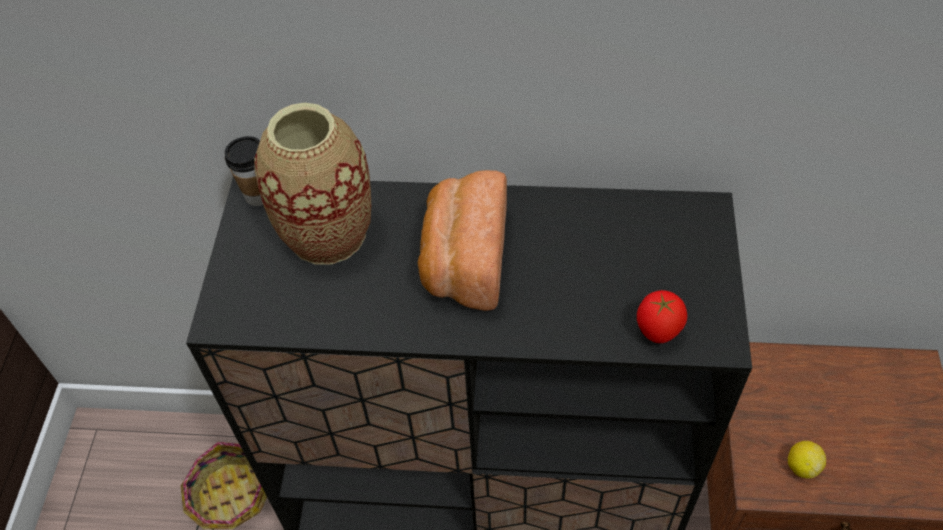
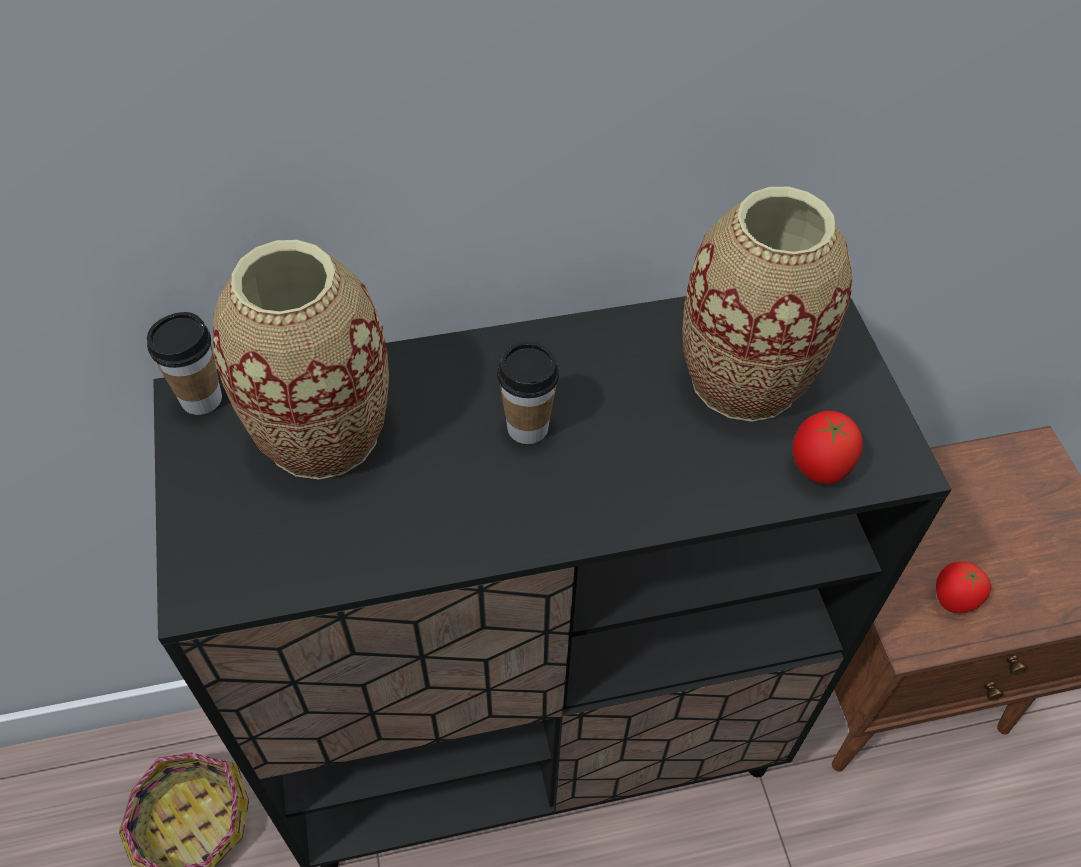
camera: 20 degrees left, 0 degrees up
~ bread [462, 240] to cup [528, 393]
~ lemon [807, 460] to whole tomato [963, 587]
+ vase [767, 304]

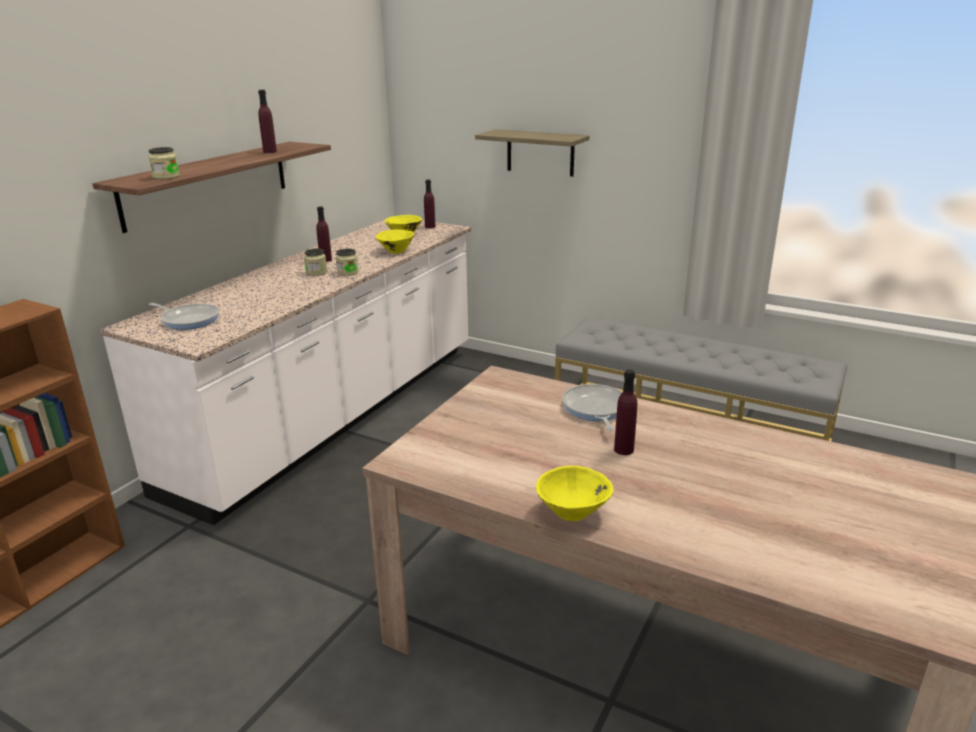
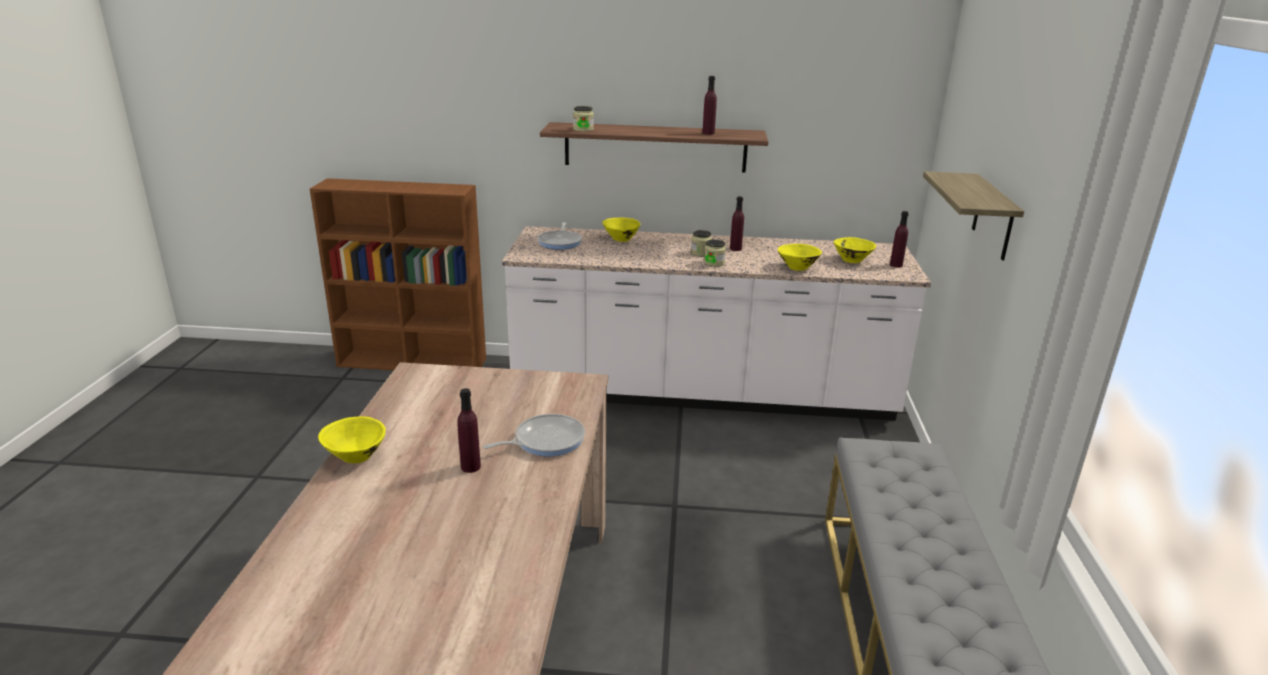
camera: 65 degrees right, 0 degrees up
+ yellowish serving bowl [621, 230]

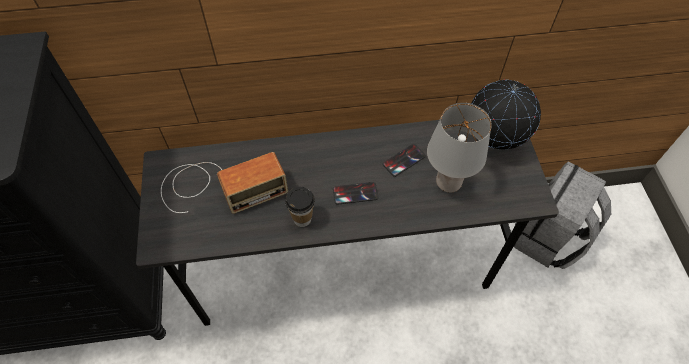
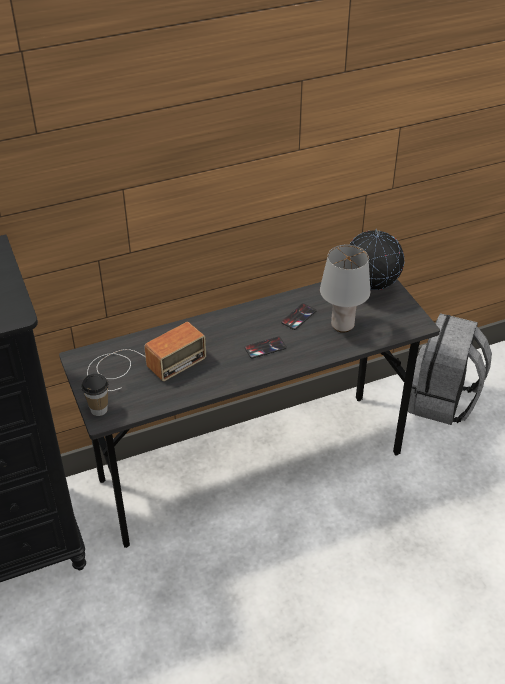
camera: 15 degrees left, 15 degrees down
~ cup [300, 207] to [95, 395]

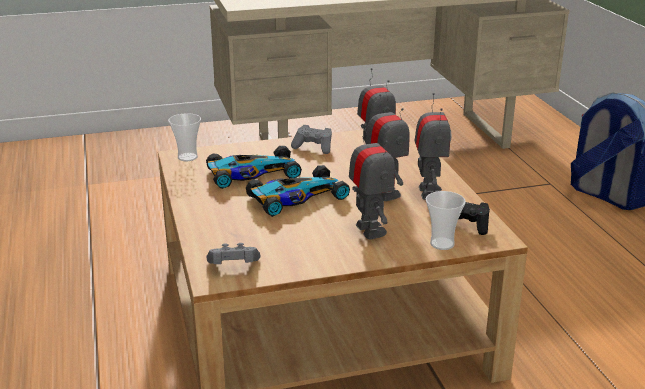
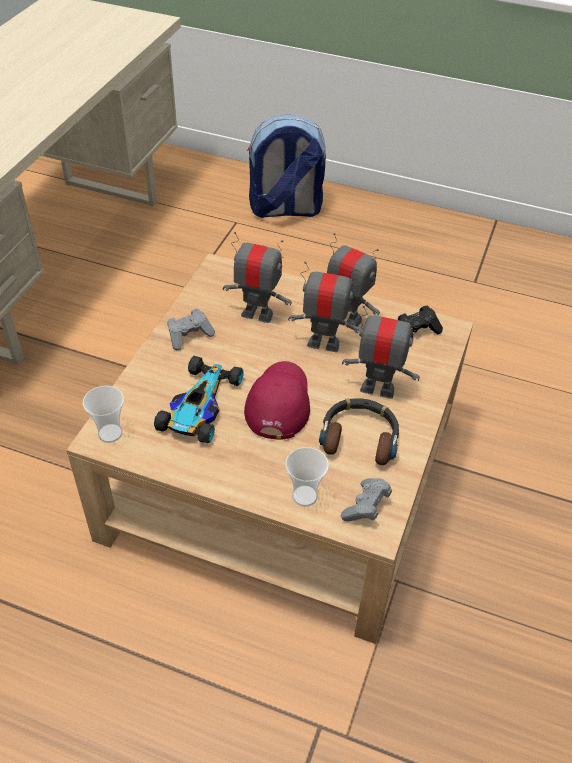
camera: 55 degrees left, 20 degrees up
~ miniature car [298, 191] to red cap [277, 400]
~ cup [446, 220] to [307, 477]
+ pair of headphones [359, 431]

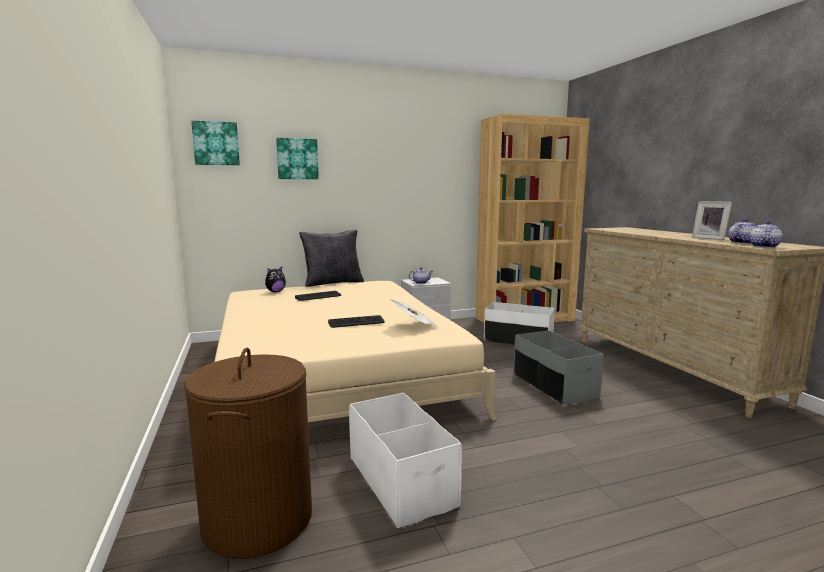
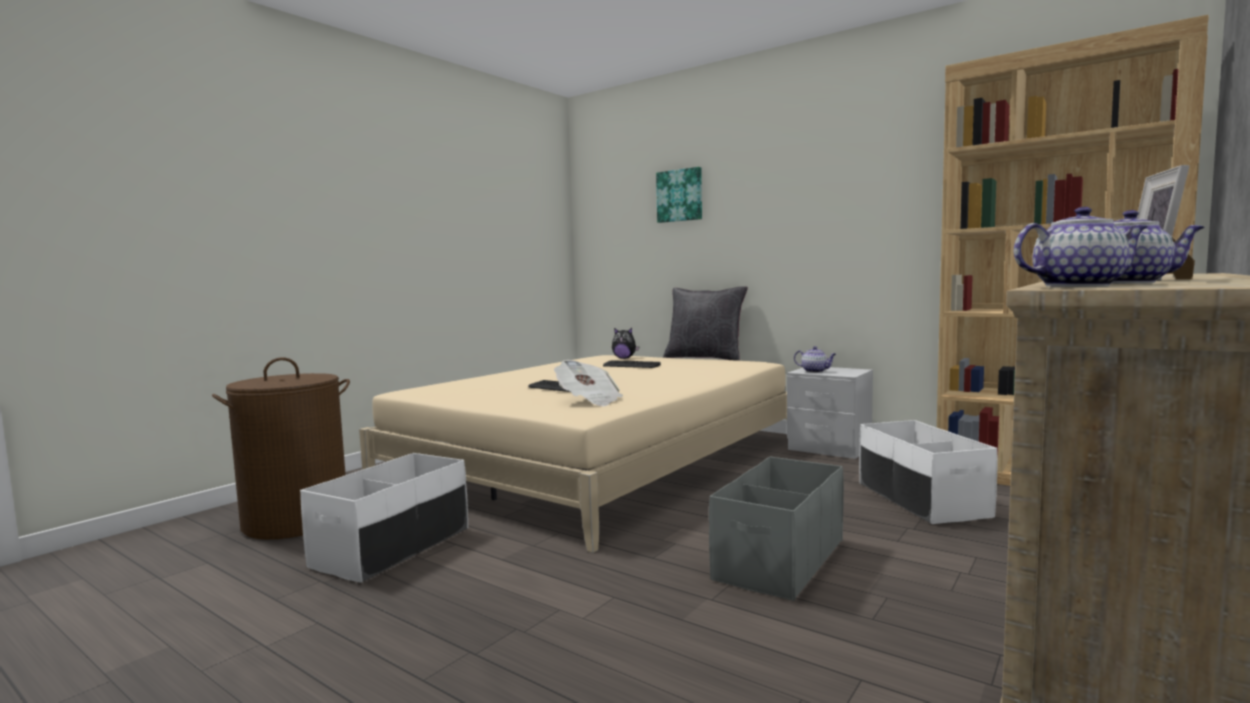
camera: 55 degrees right, 5 degrees down
- wall art [215, 143]

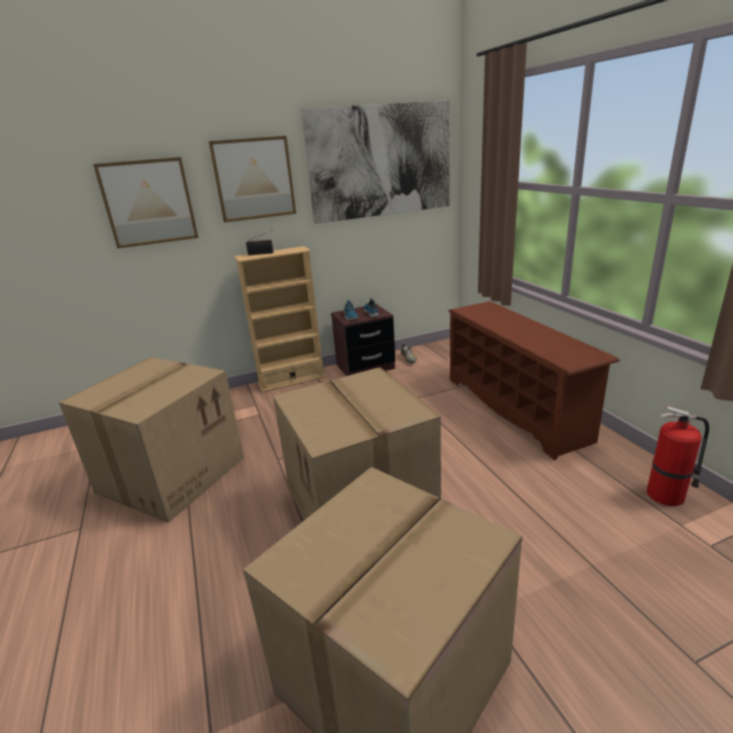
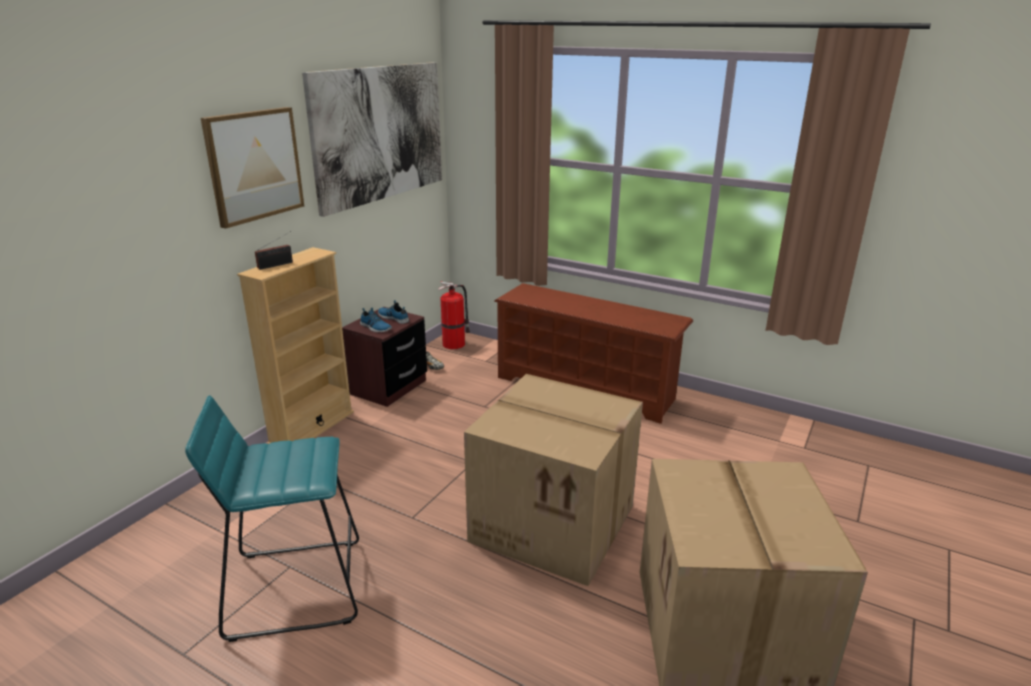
camera: 40 degrees left, 0 degrees up
- wall art [145, 203]
~ cardboard box [151, 440] to turquoise sitting stool [272, 518]
~ fire extinguisher [678, 456] to [454, 315]

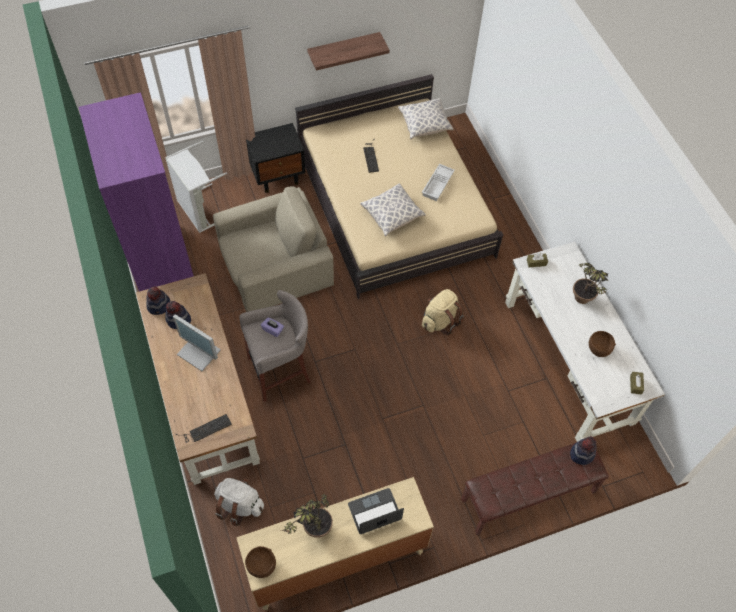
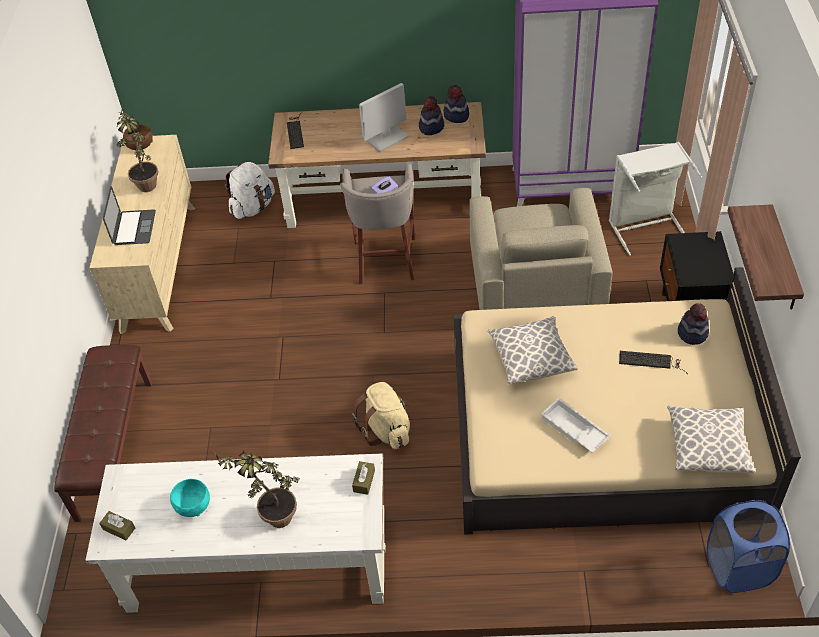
camera: 115 degrees right, 10 degrees down
~ brownish serving bowl [602, 344] to turquoise serving bowl [190, 498]
~ wearable hat [583, 450] to [693, 324]
+ blue-coloured laundry basket [748, 546]

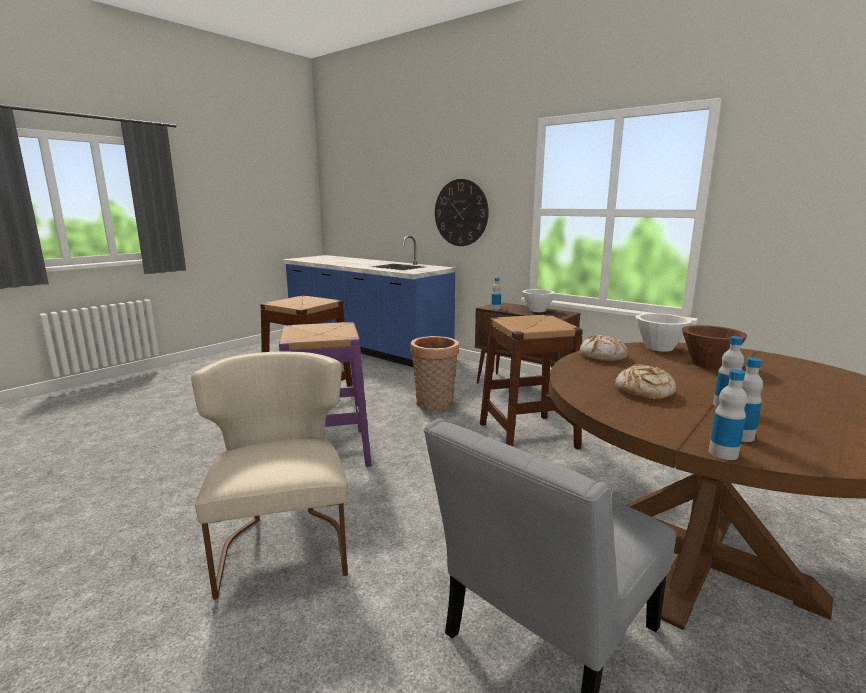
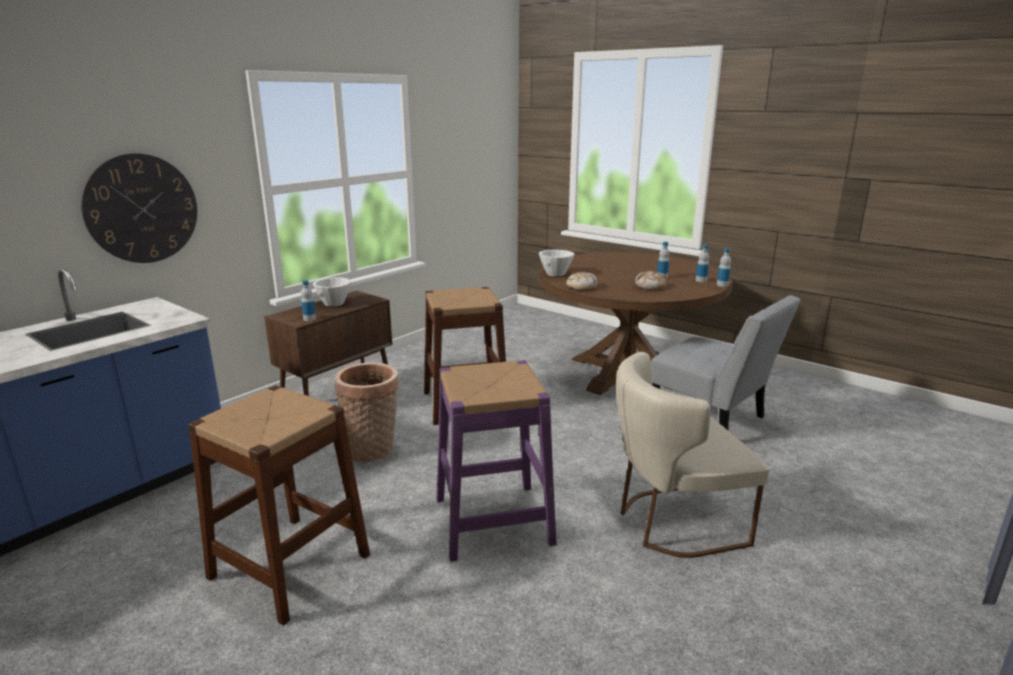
camera: 90 degrees left, 5 degrees up
- brownish serving bowl [715, 347]

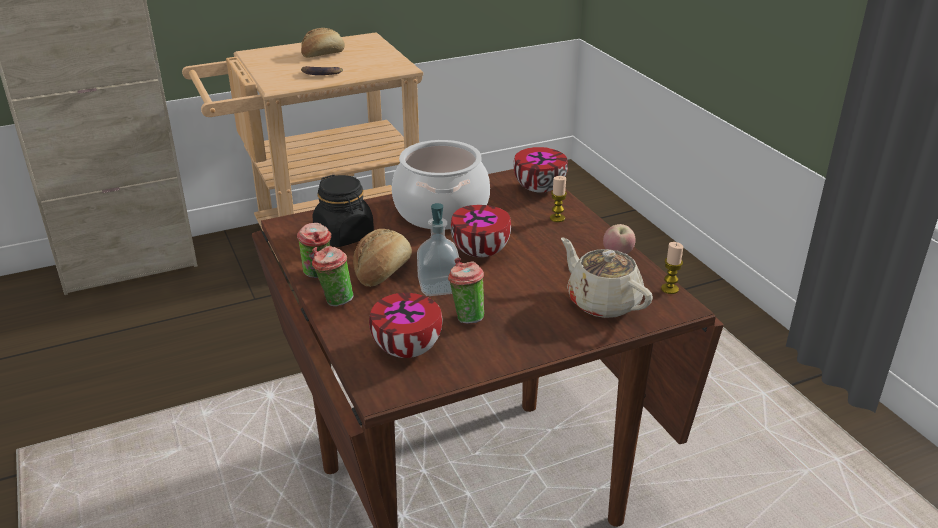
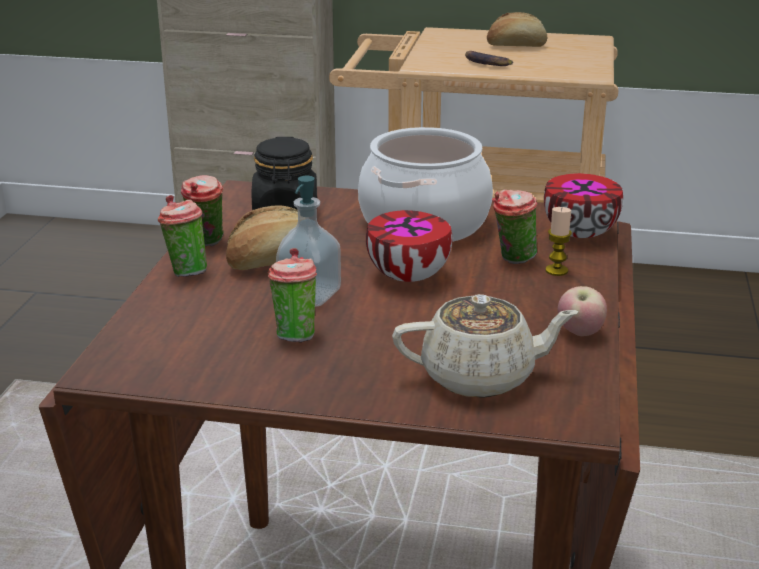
camera: 35 degrees right, 5 degrees down
~ beige pot for tea [607, 278] = [485, 346] 90 degrees clockwise
- wax candle [672, 268]
- serving bowl [405, 325]
+ cup [514, 226]

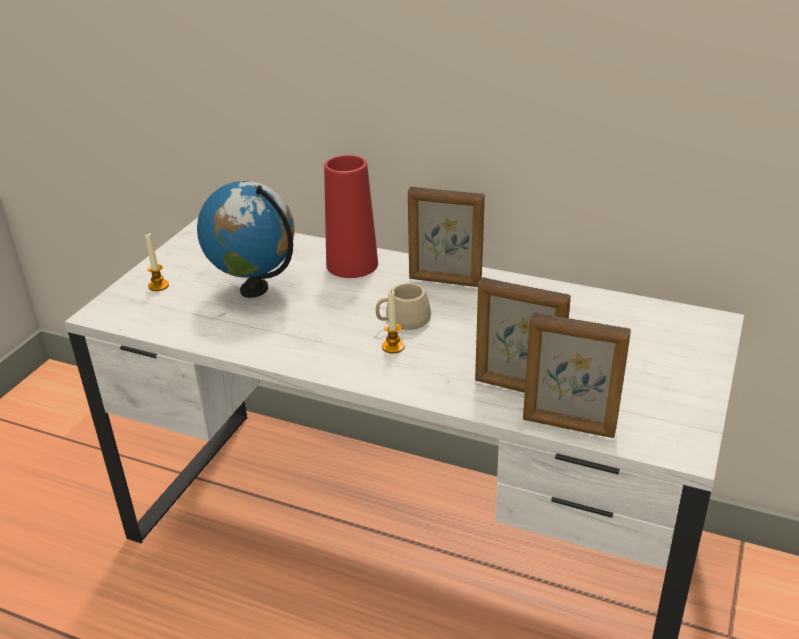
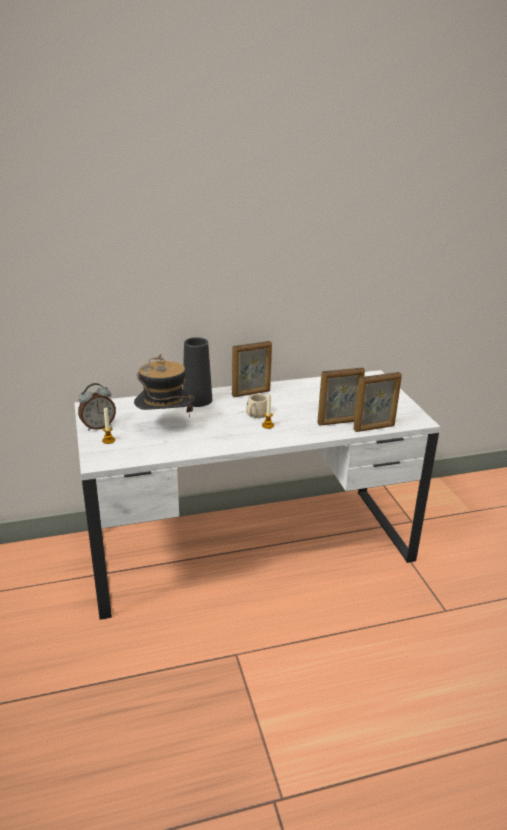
camera: 40 degrees left, 5 degrees down
~ red vase [351, 216] to black-coloured vase [197, 372]
~ desk globe [245, 239] to wearable hat [164, 386]
+ bedside clock [97, 407]

